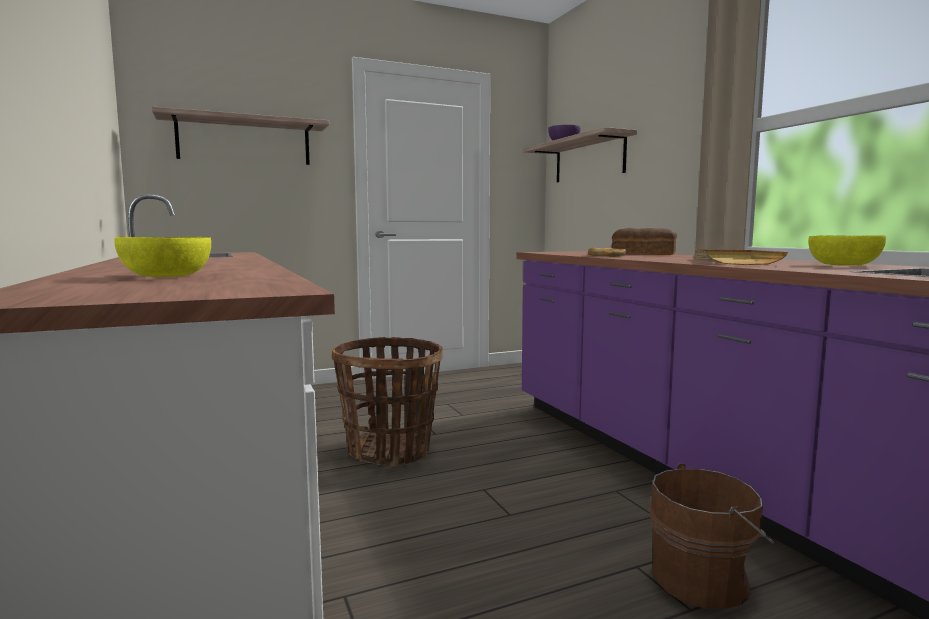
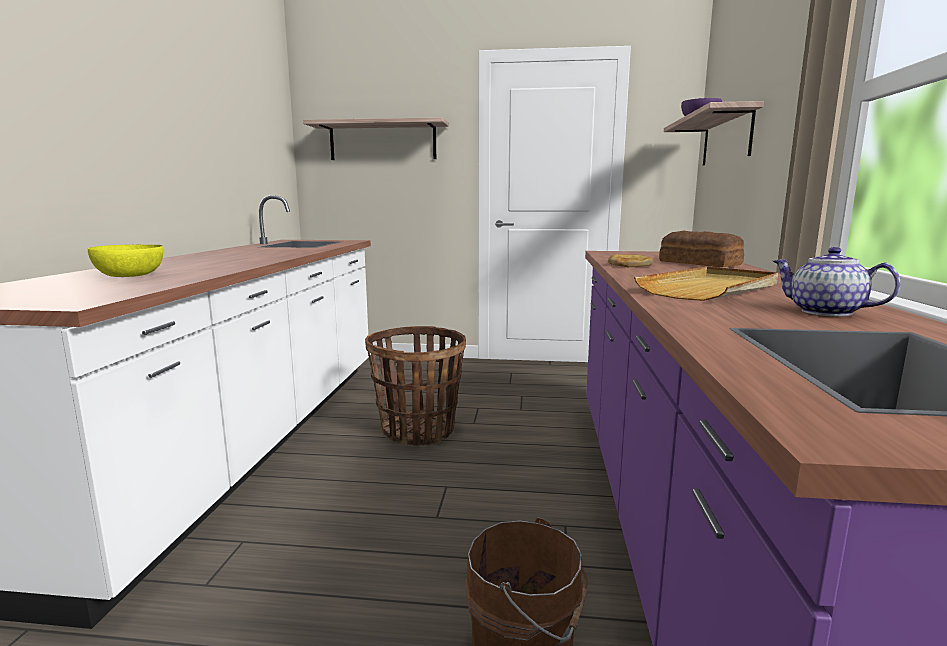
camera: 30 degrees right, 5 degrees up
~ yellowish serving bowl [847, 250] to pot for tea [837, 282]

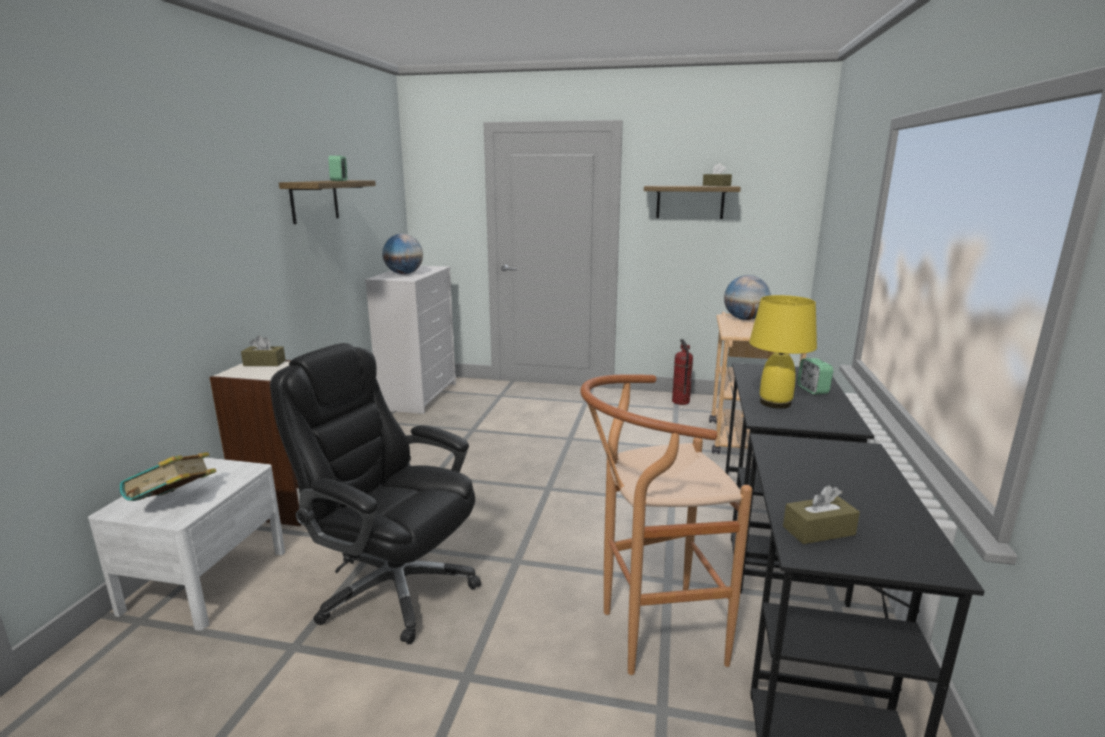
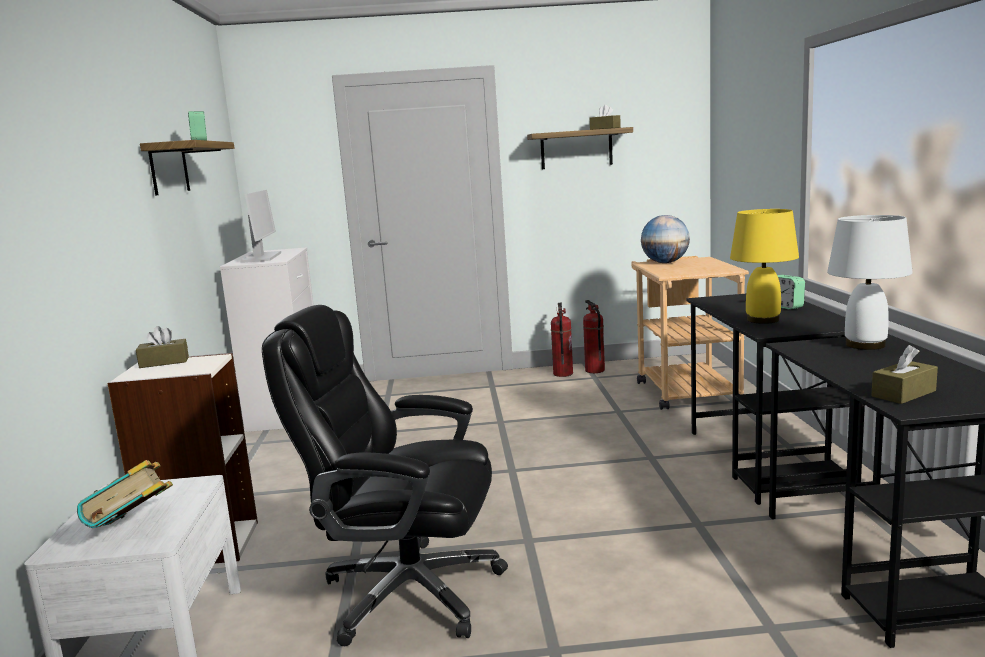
camera: 15 degrees left, 5 degrees down
~ desk globe [402, 254] to computer display [260, 226]
- brownish sitting stool [666, 524]
+ white-coloured tabletop lamp [870, 282]
+ fire extinguisher [562, 340]

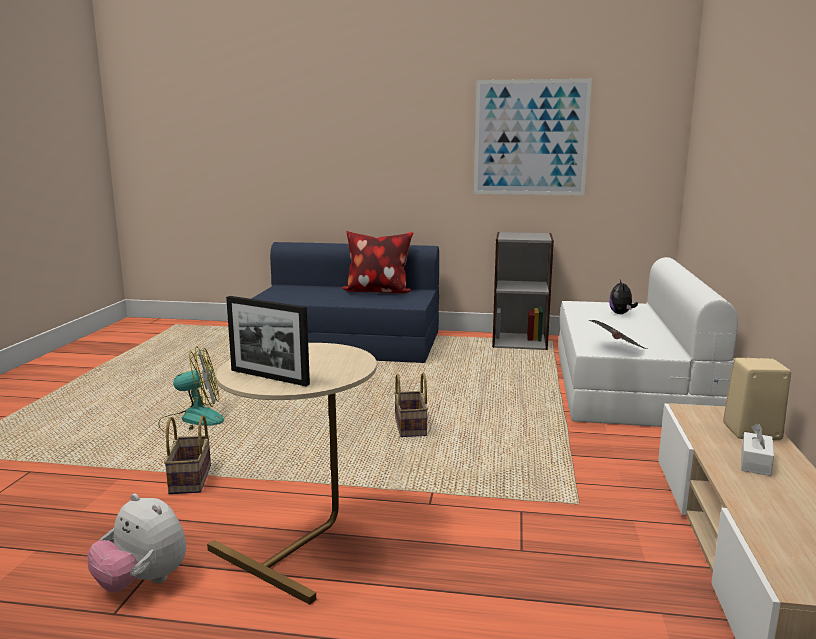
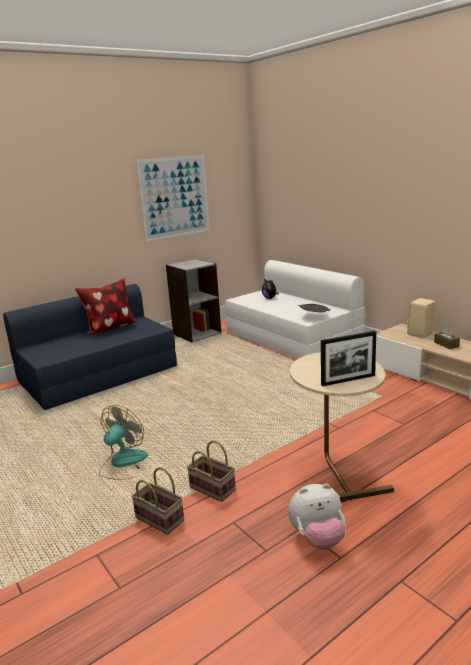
camera: 45 degrees left, 5 degrees up
~ household basket [411, 404] to [157, 501]
~ white-coloured tissue box [757, 449] to brownish tissue box [447, 338]

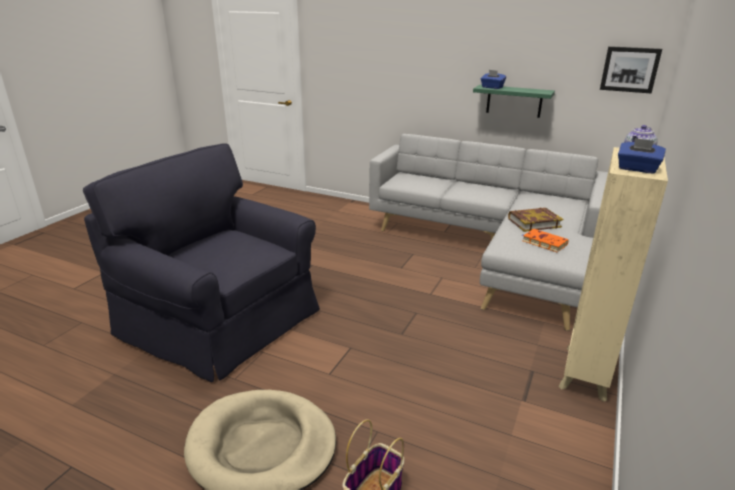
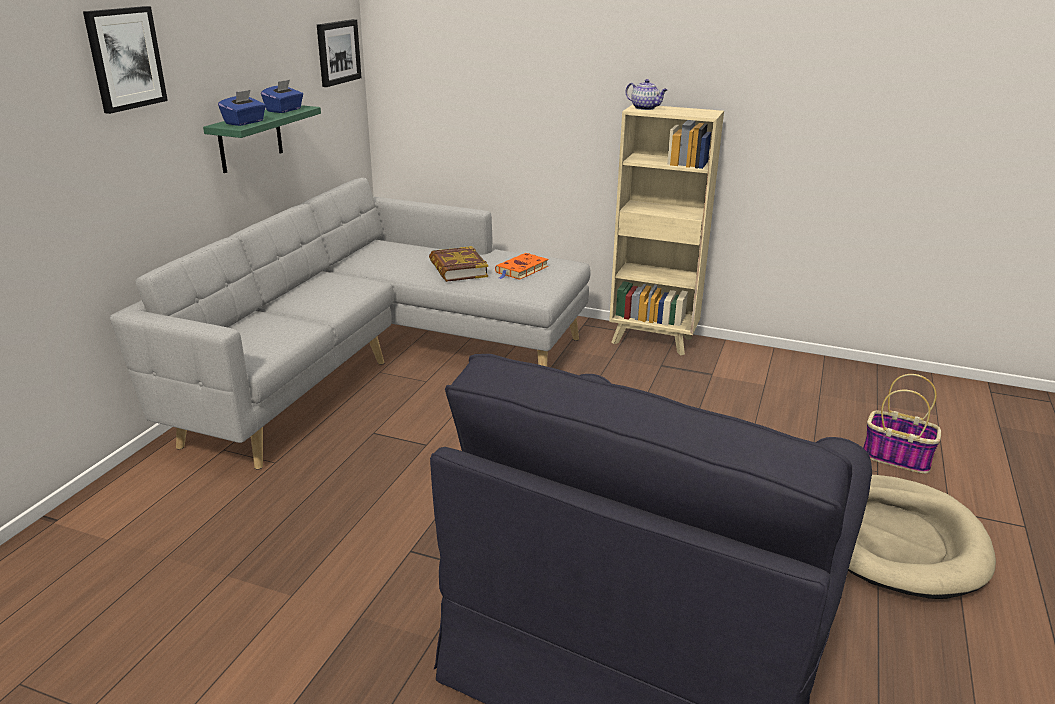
camera: 95 degrees left, 0 degrees up
~ blue-coloured tissue box [642, 156] to [282, 96]
+ wall art [125, 60]

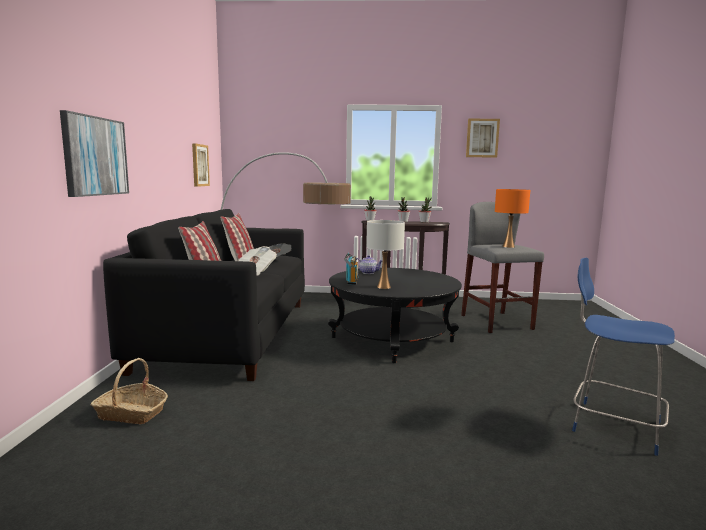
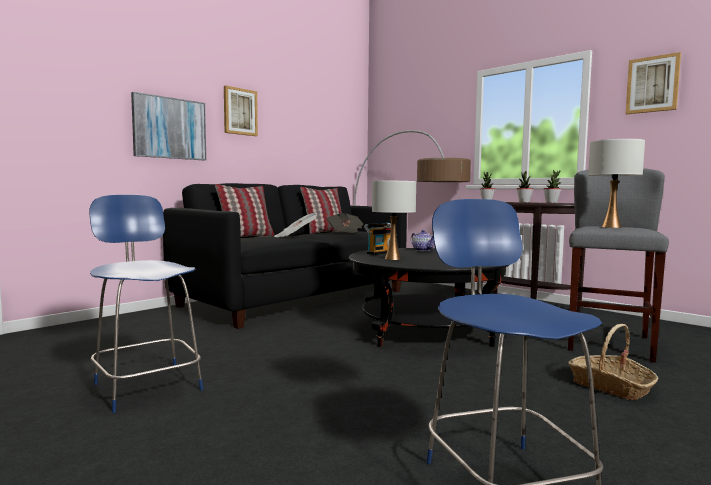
camera: 40 degrees right, 5 degrees down
~ wall art [201, 165] to [241, 110]
~ orange tabletop lamp [512, 218] to white-coloured tabletop lamp [616, 183]
~ household basket [129, 391] to [613, 362]
+ blue-coloured sitting stool [146, 304]

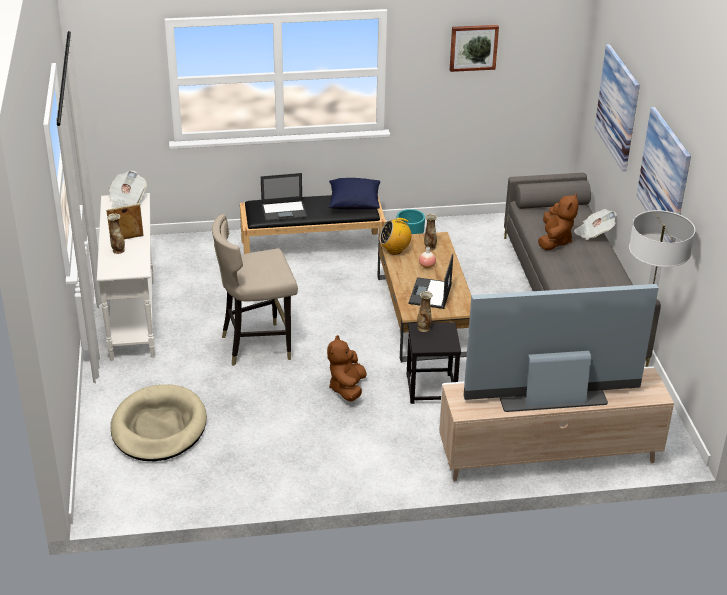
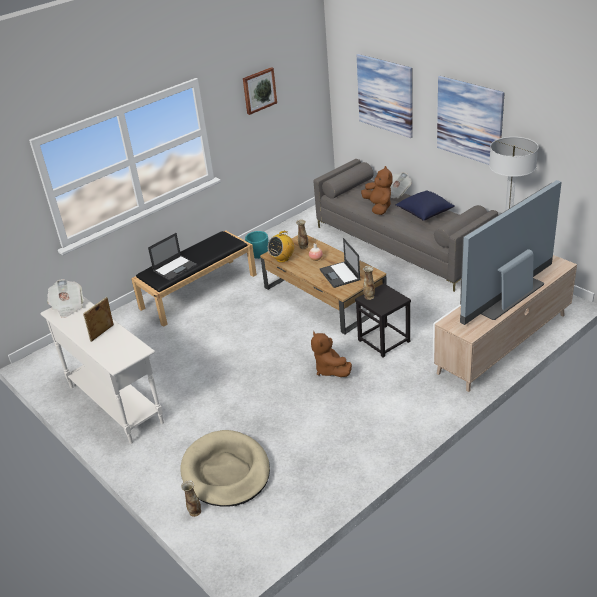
camera: 30 degrees left, 0 degrees up
~ blue-coloured cushion [354, 194] to [425, 205]
~ vase [116, 233] to [191, 498]
- beige sitting stool [255, 290]

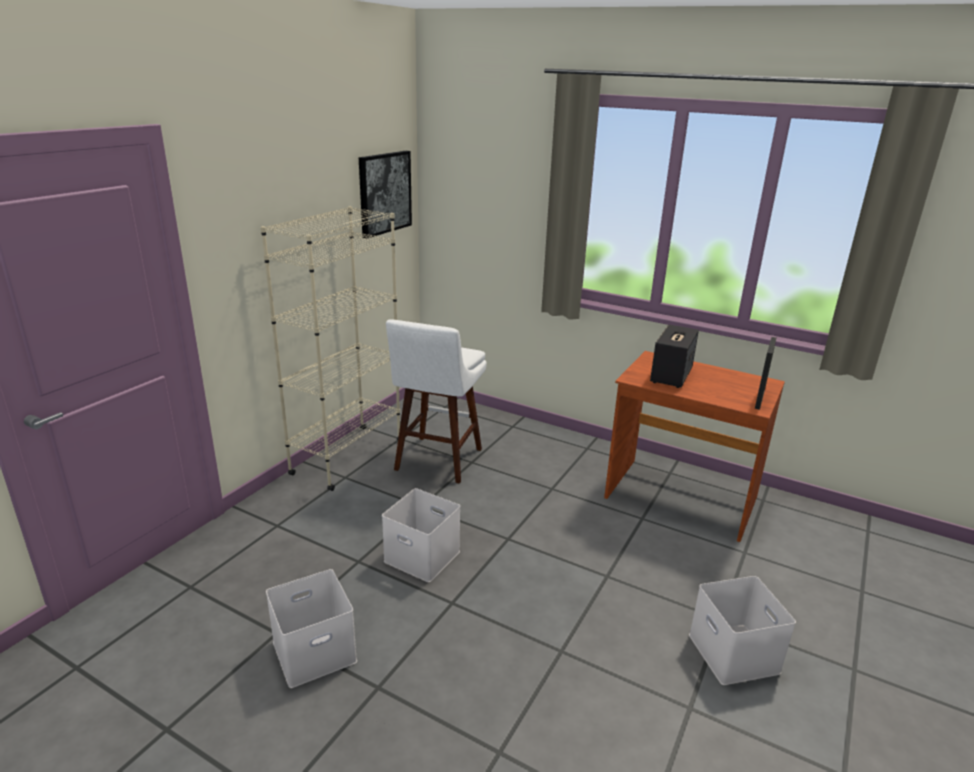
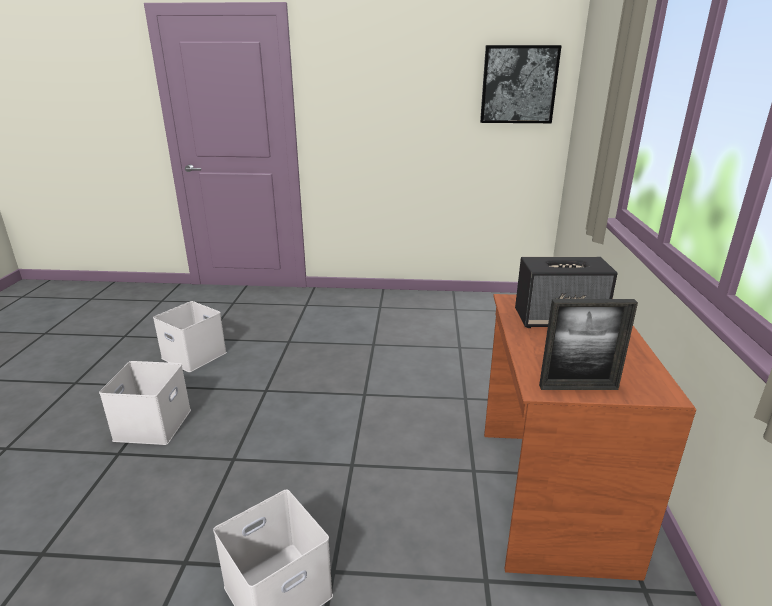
camera: 65 degrees right, 0 degrees up
- beige bookshelf [330, 348]
- white-coloured sitting stool [436, 401]
~ white-coloured storage container [421, 535] to [145, 403]

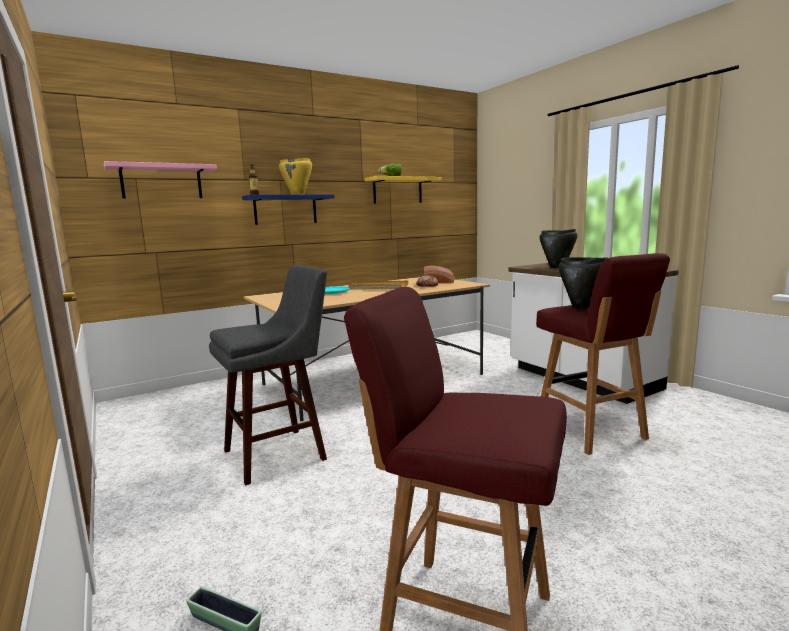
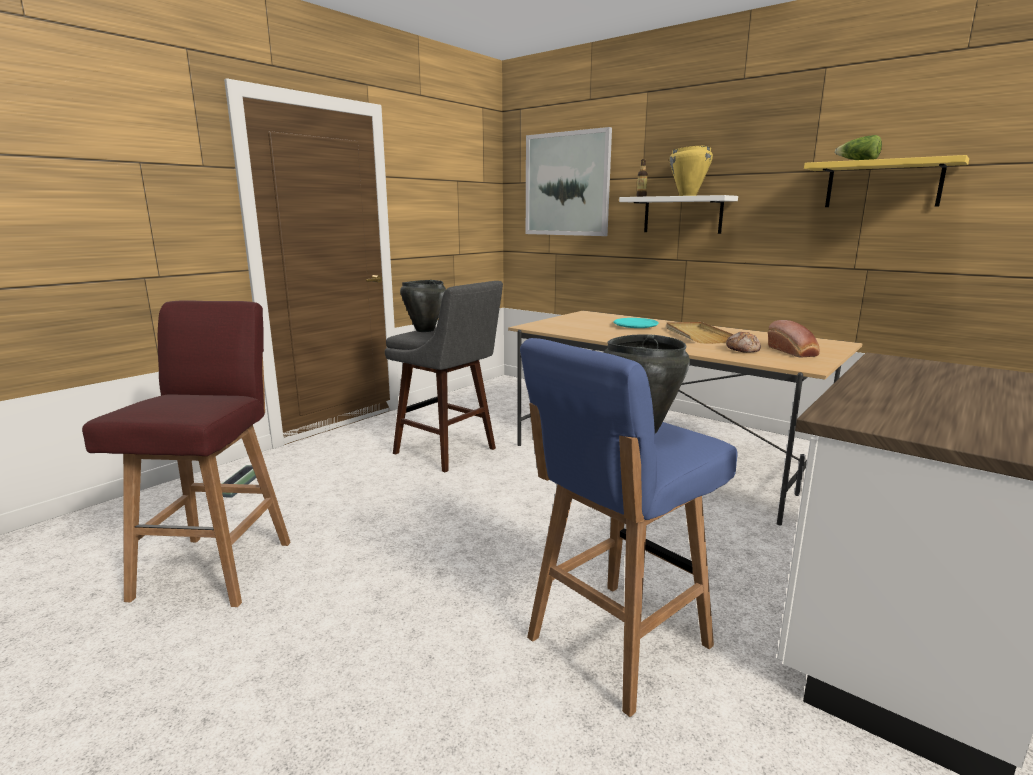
camera: 70 degrees right, 5 degrees up
~ pink-coloured bracket shelf [160, 180] to wall art [569, 181]
~ blue-coloured bracket shelf [288, 209] to white-coloured bracket shelf [678, 214]
~ black-coloured stockpot [558, 248] to [423, 306]
~ red sitting stool [603, 354] to blue-coloured sitting stool [629, 527]

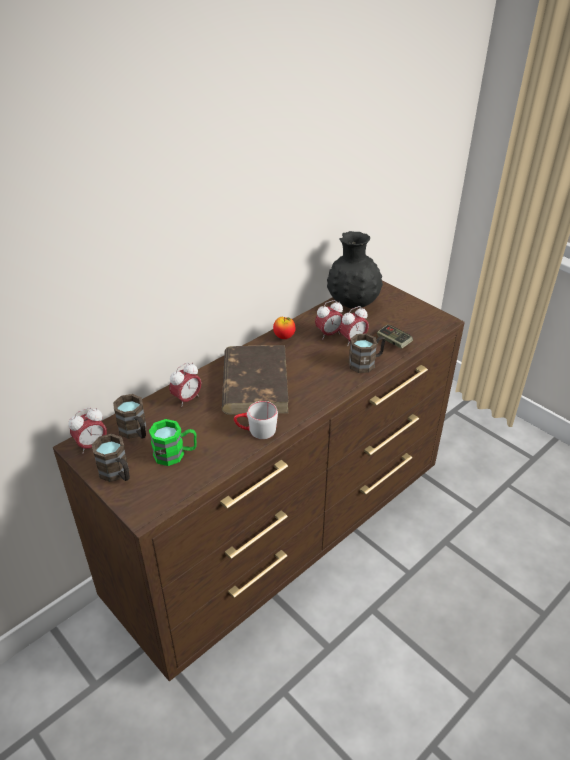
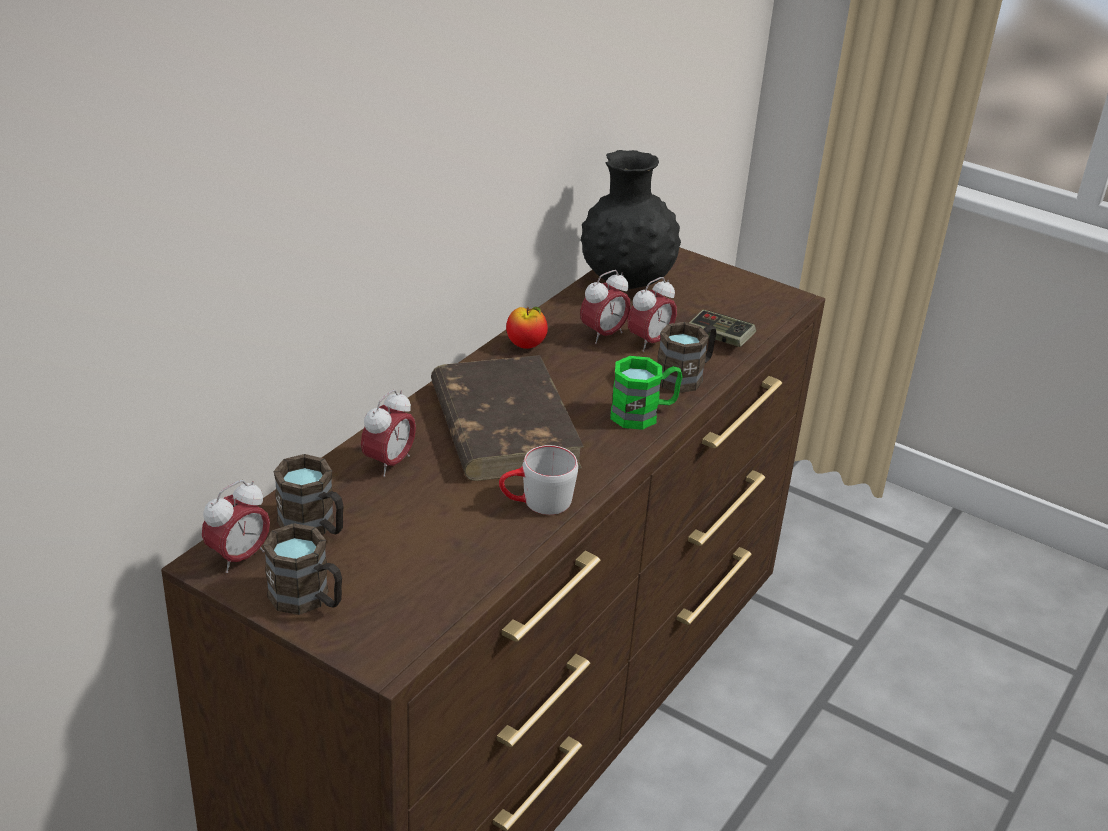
camera: 15 degrees left, 5 degrees down
~ greenish tea mug [173, 442] to [646, 393]

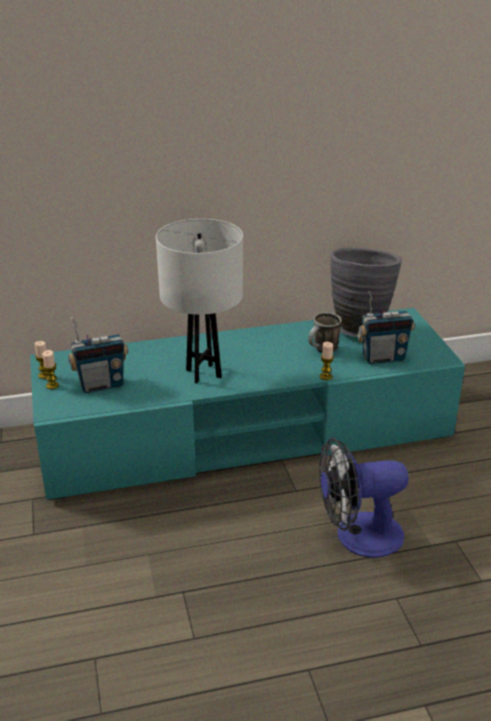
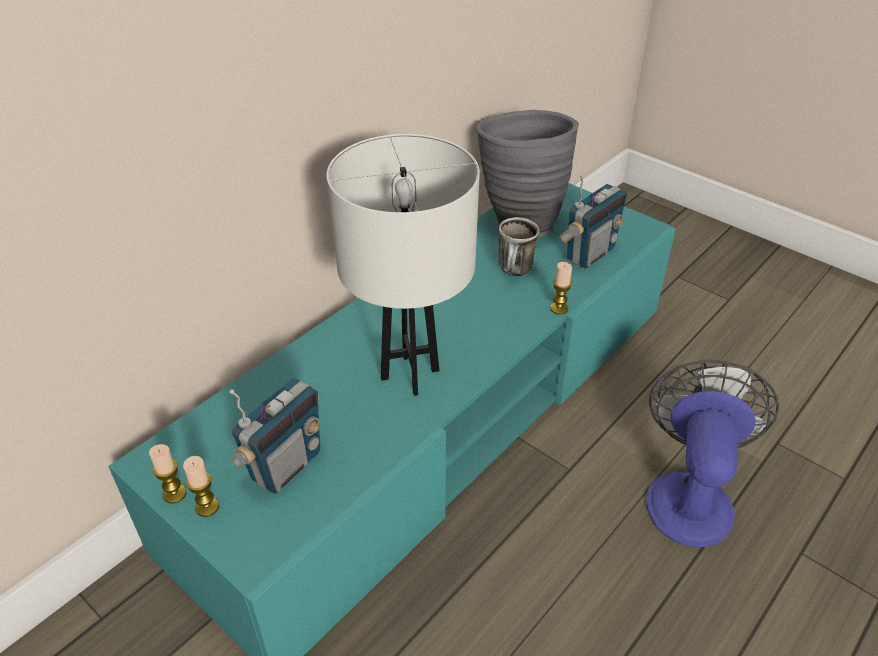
camera: 35 degrees left, 10 degrees up
~ electric fan [364, 497] = [712, 453] 150 degrees clockwise

